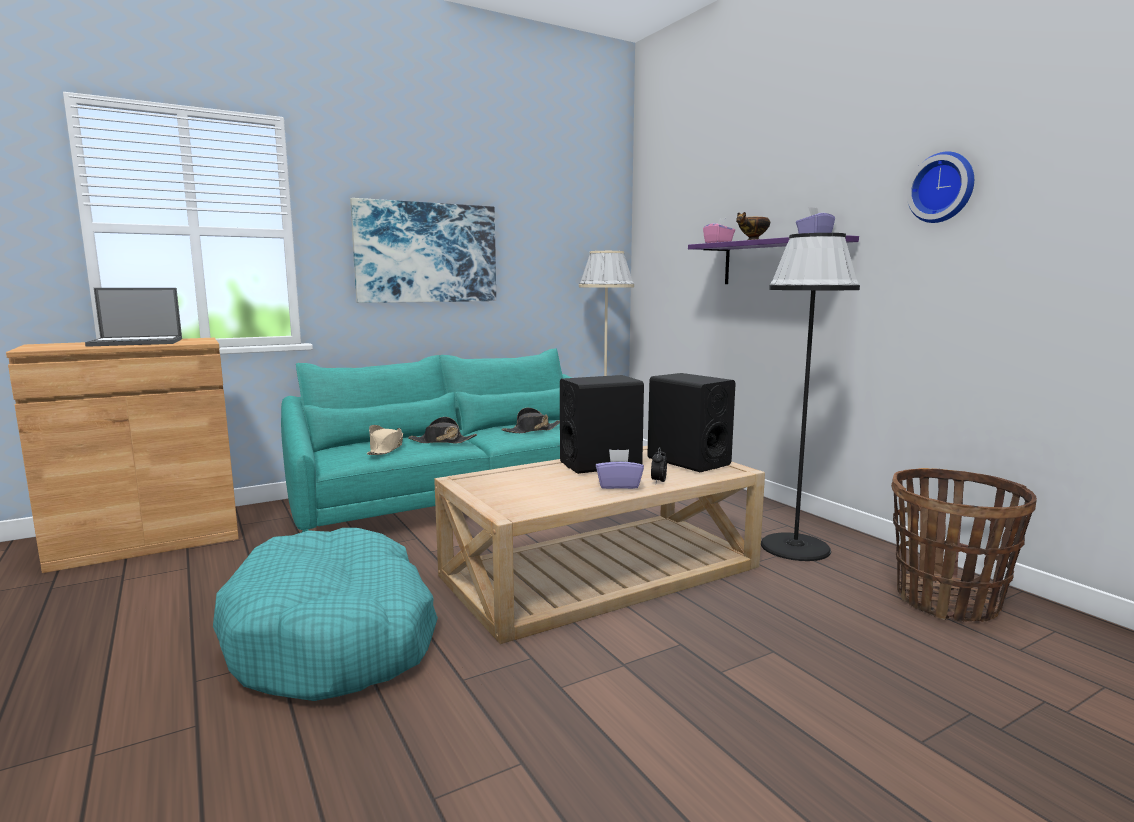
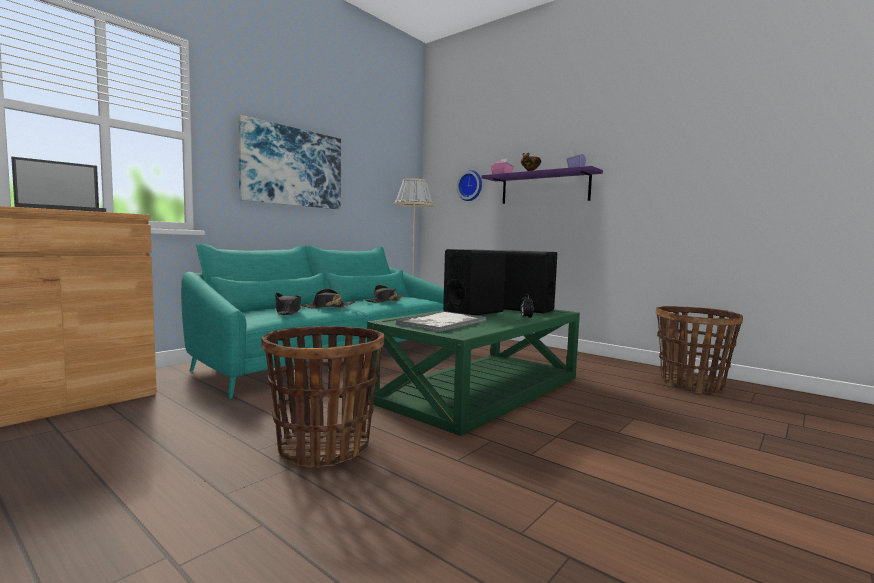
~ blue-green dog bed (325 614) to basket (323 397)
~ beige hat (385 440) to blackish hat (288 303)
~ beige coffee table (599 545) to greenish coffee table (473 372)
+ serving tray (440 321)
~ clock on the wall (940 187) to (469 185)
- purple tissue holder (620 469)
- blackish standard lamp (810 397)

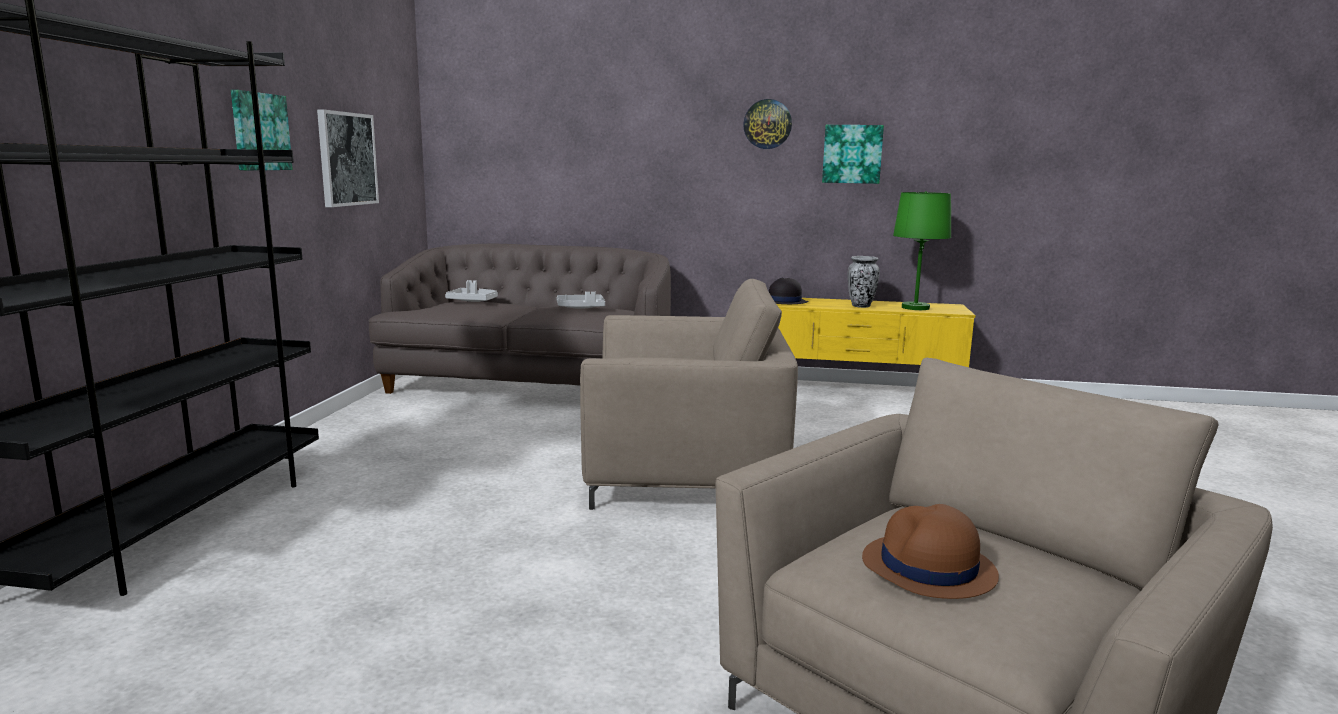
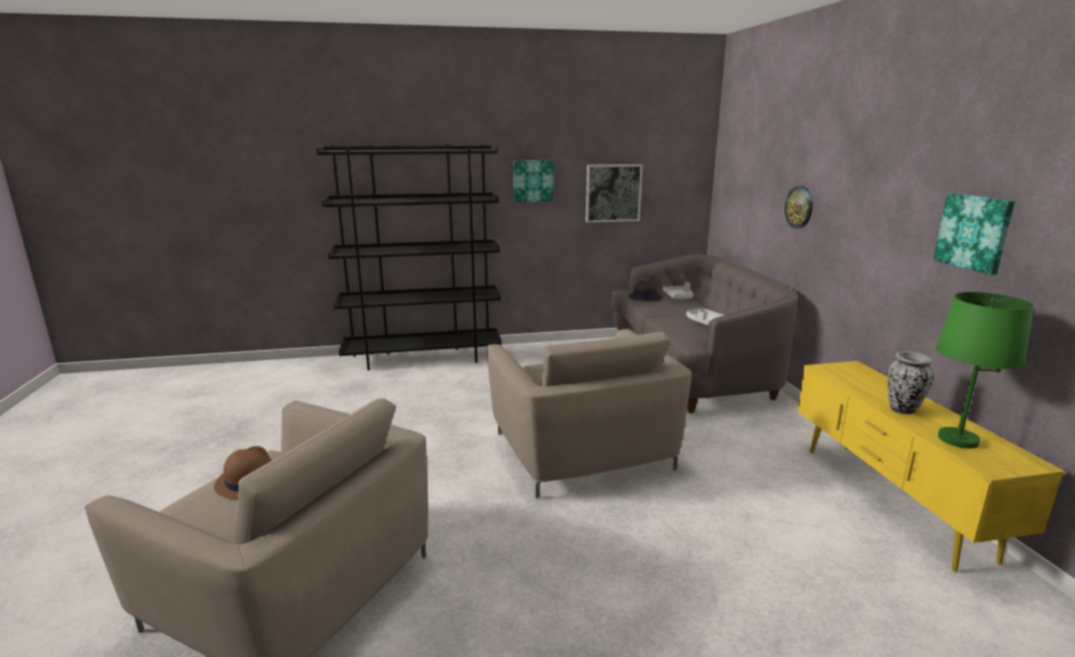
~ blackish hat (788 291) to (646 291)
~ clock on the wall (767 124) to (799 207)

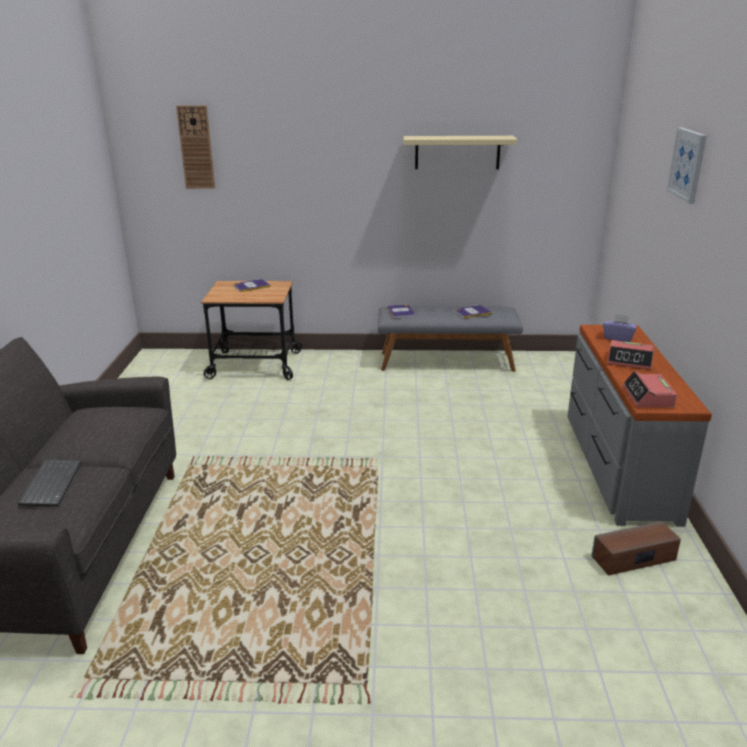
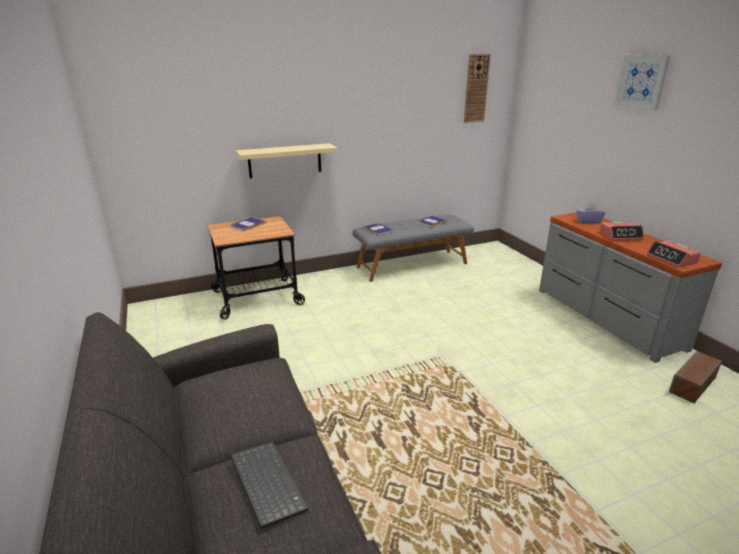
~ beige wall shelf (460 152) to (287 160)
~ clock on the wall (195 147) to (477 88)

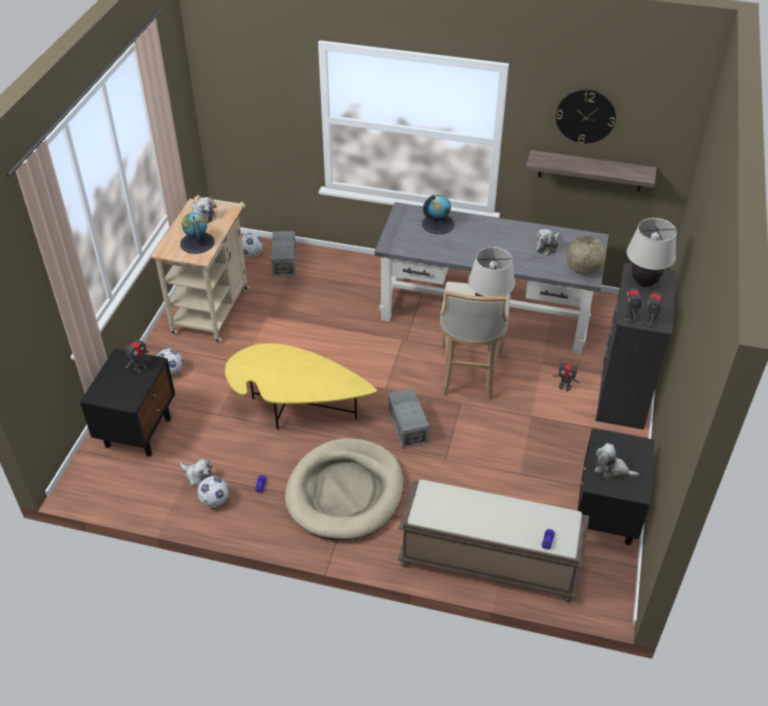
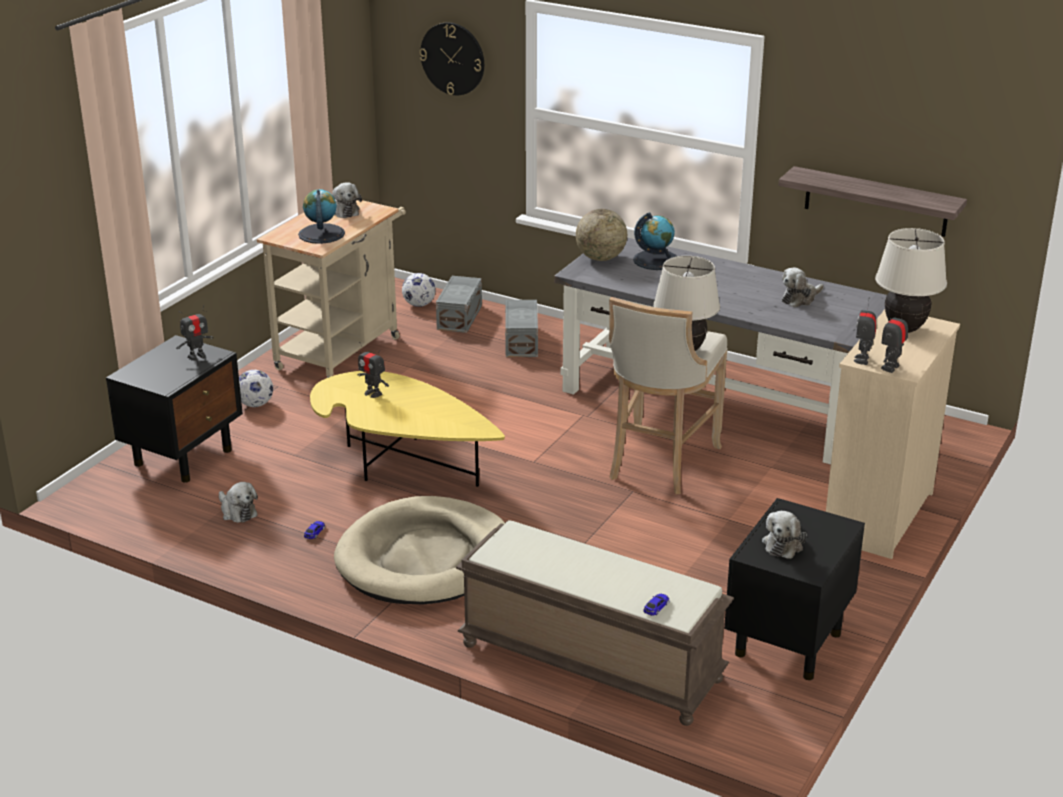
~ toy robot (566 377) to (373 370)
~ clock on the wall (586 116) to (451 58)
~ gray storage container (408 418) to (521 328)
~ globe (586 255) to (601 235)
~ cuddly toy (617 461) = (784 535) 105 degrees counterclockwise
~ blackish chest of drawers (636 346) to beige chest of drawers (893 434)
- football (213 491)

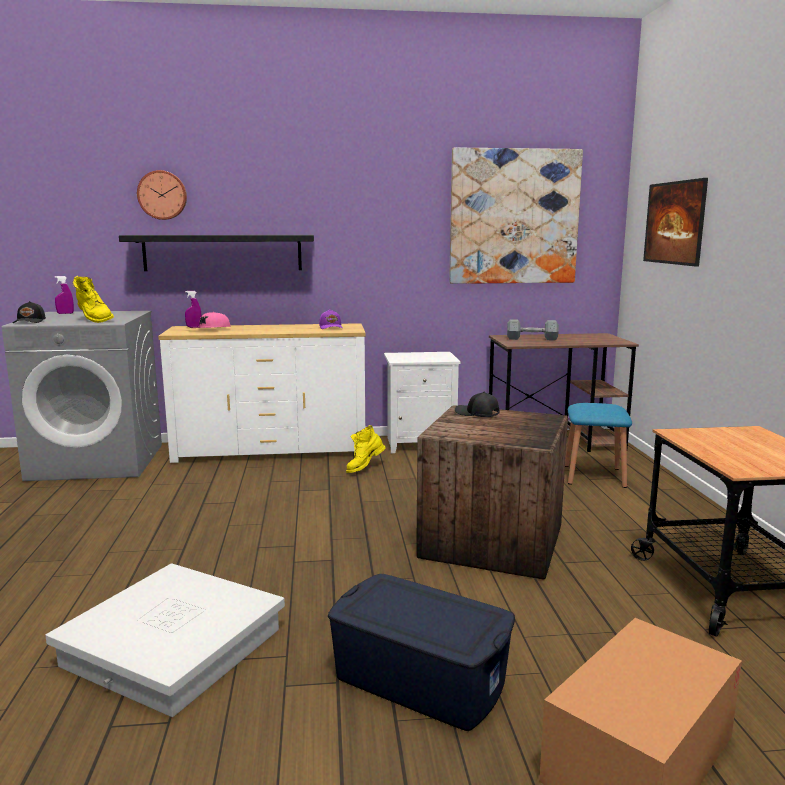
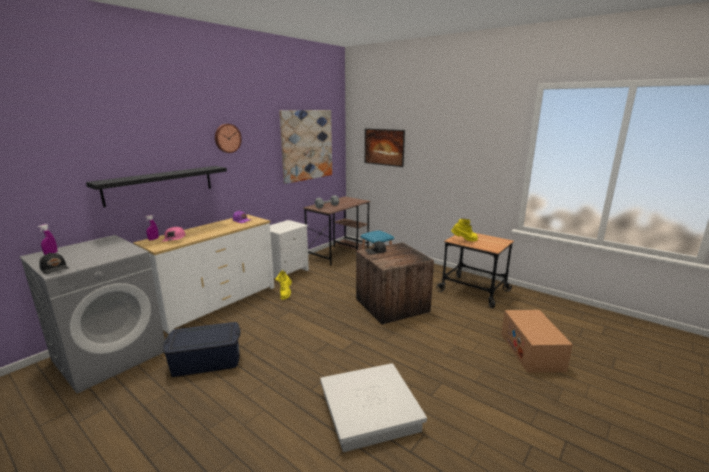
~ blue-coloured storage container (421 652) to (201 349)
~ clock on the wall (162 195) to (228 138)
~ yellow-coloured high-top boot (93 299) to (464 230)

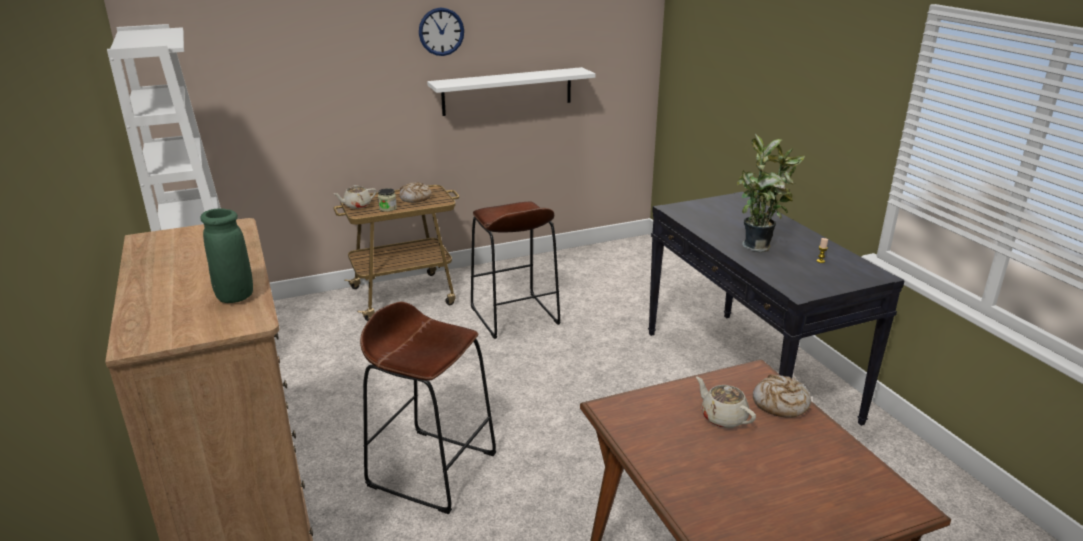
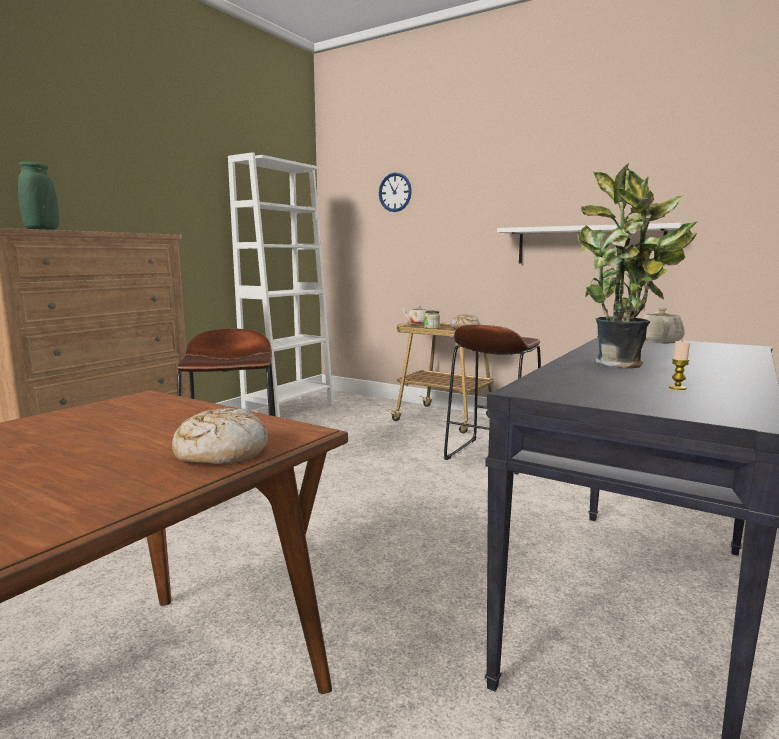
~ clock on the wall (441 31) to (395 192)
~ beige pot for tea (726 402) to (663 325)

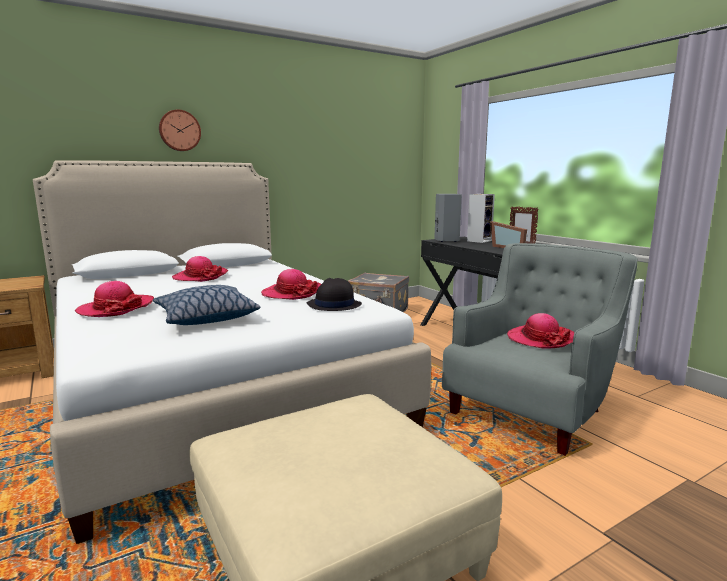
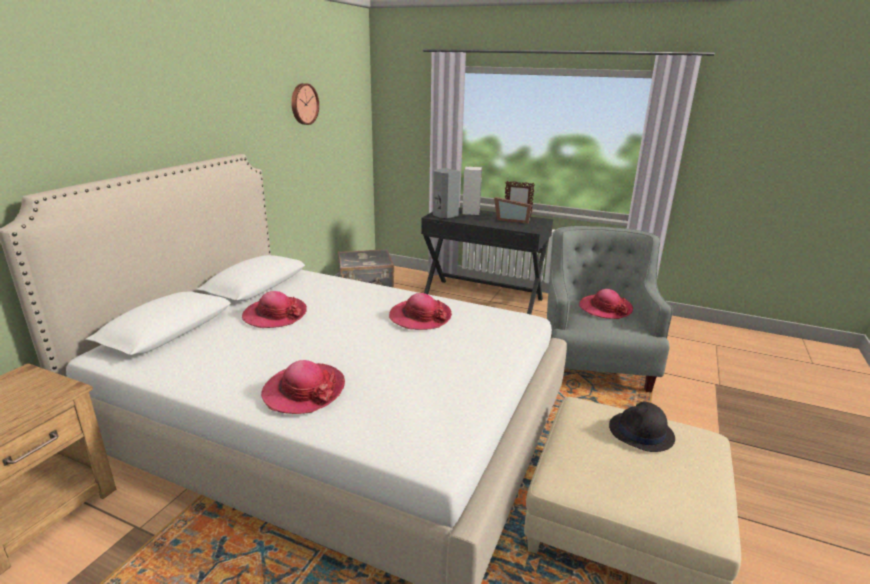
~ clock on the wall (180 130) to (305 104)
~ blackish hat (334 294) to (642 426)
- cushion (206 305)

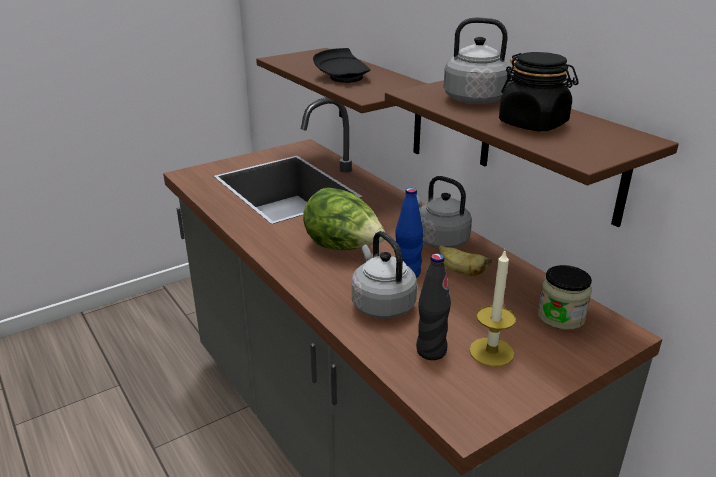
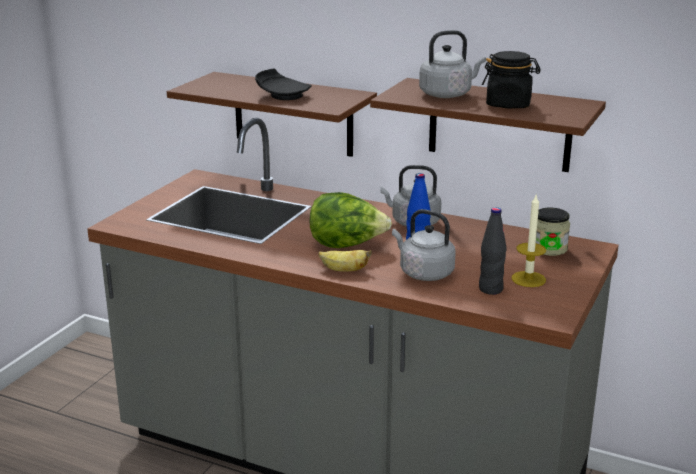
~ whole banana (465 260) to (345 261)

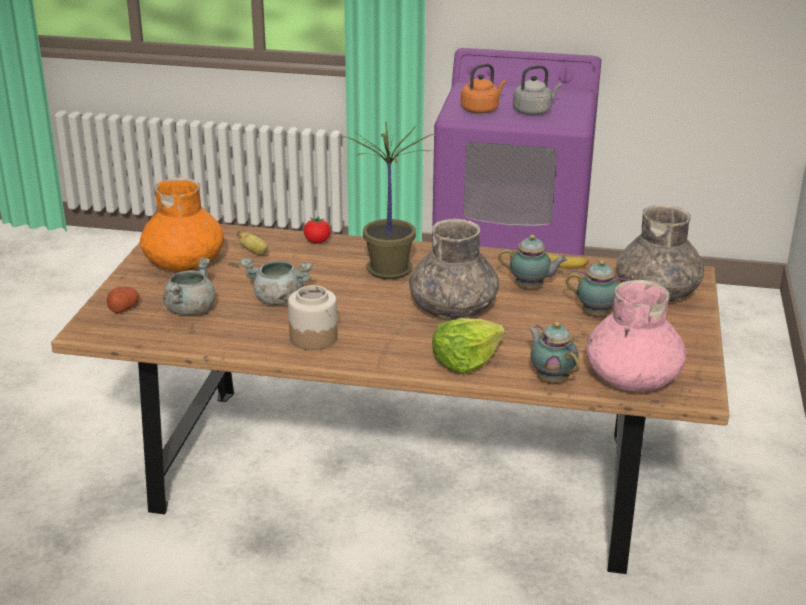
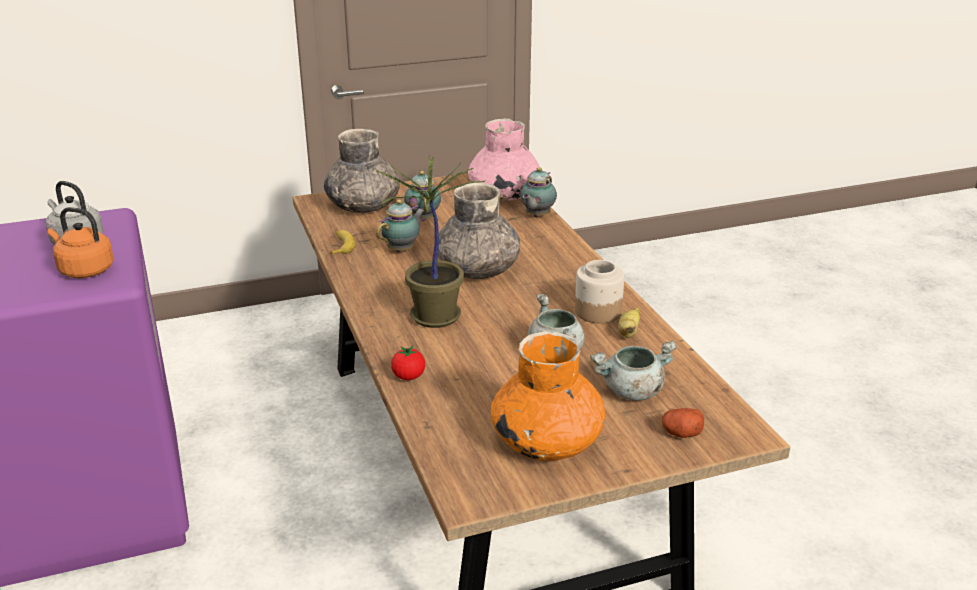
~ pot for tea (532 261) = (400 226) 60 degrees clockwise
~ whole banana (252 243) to (629 323)
- lettuce (468 346)

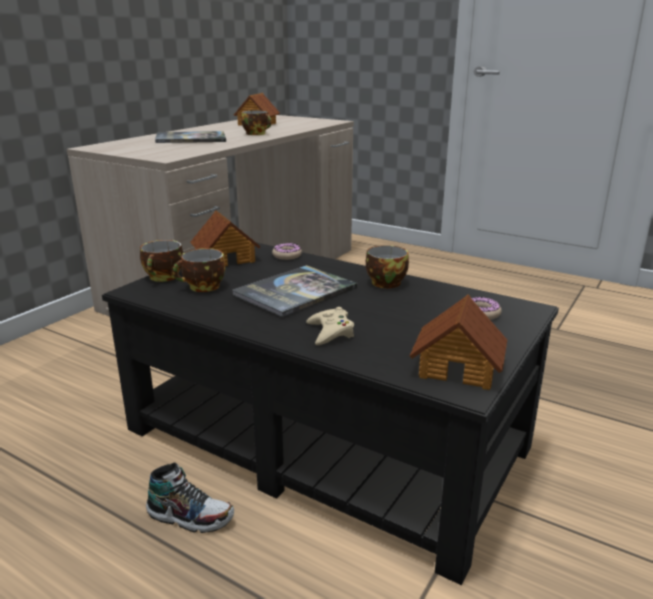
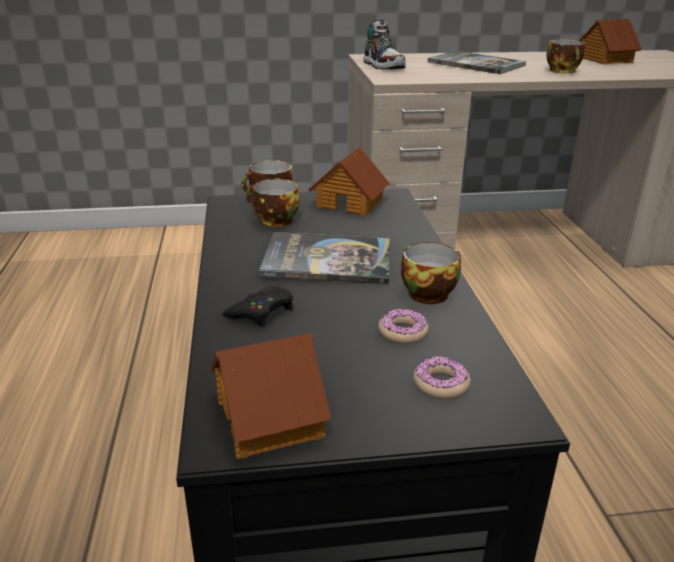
~ beige joypad (330 326) to blackish joypad (257 306)
~ shoe (190 498) to (385 45)
~ doughnut (287 251) to (403 326)

